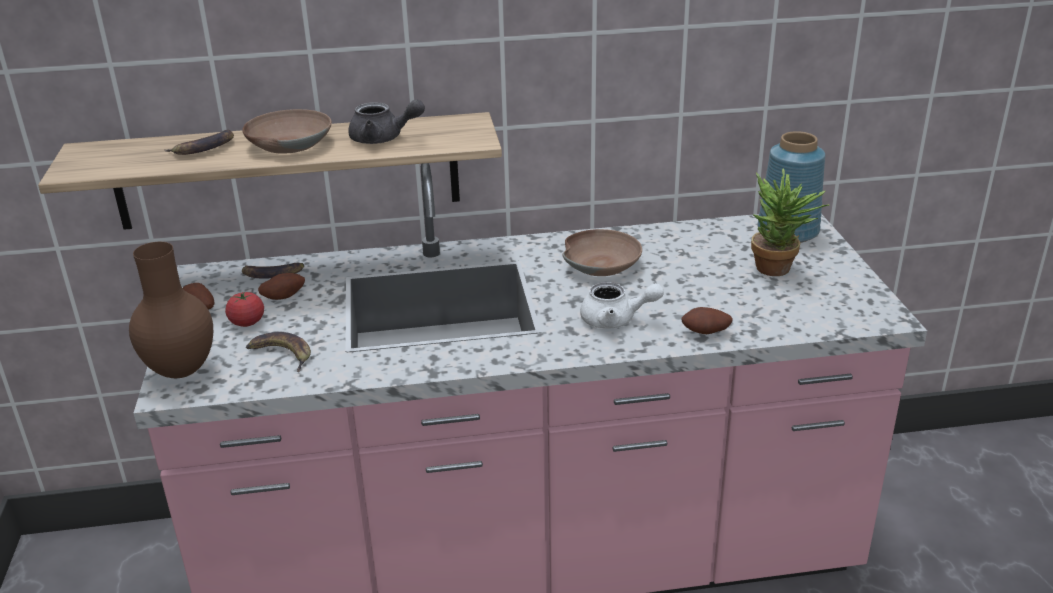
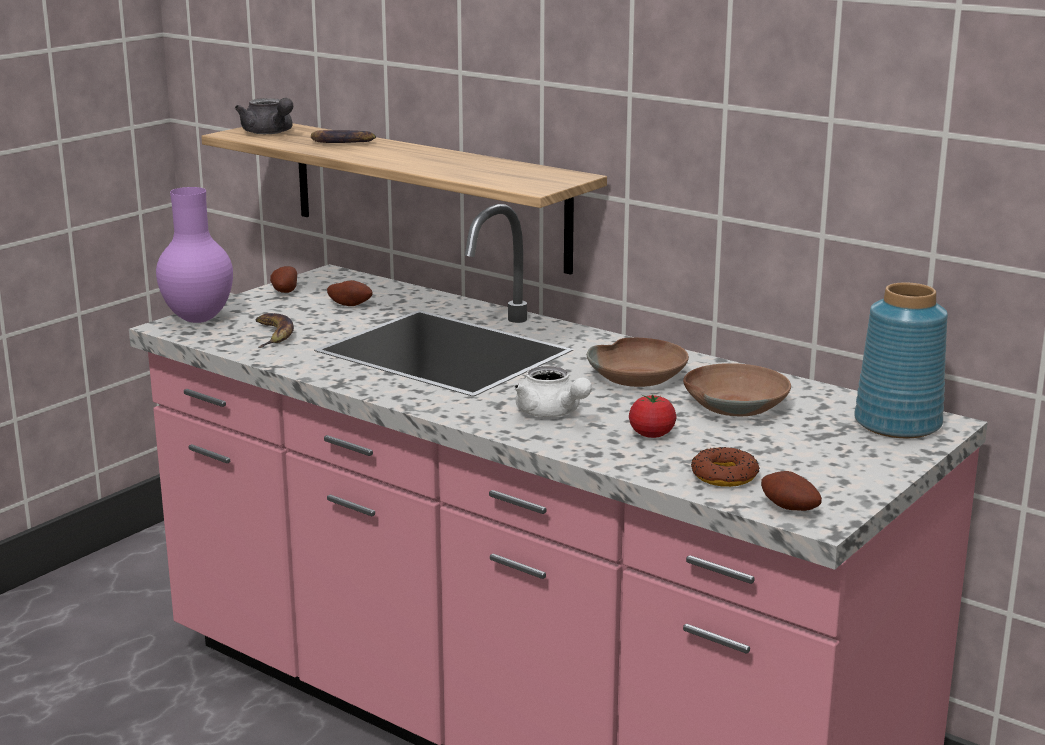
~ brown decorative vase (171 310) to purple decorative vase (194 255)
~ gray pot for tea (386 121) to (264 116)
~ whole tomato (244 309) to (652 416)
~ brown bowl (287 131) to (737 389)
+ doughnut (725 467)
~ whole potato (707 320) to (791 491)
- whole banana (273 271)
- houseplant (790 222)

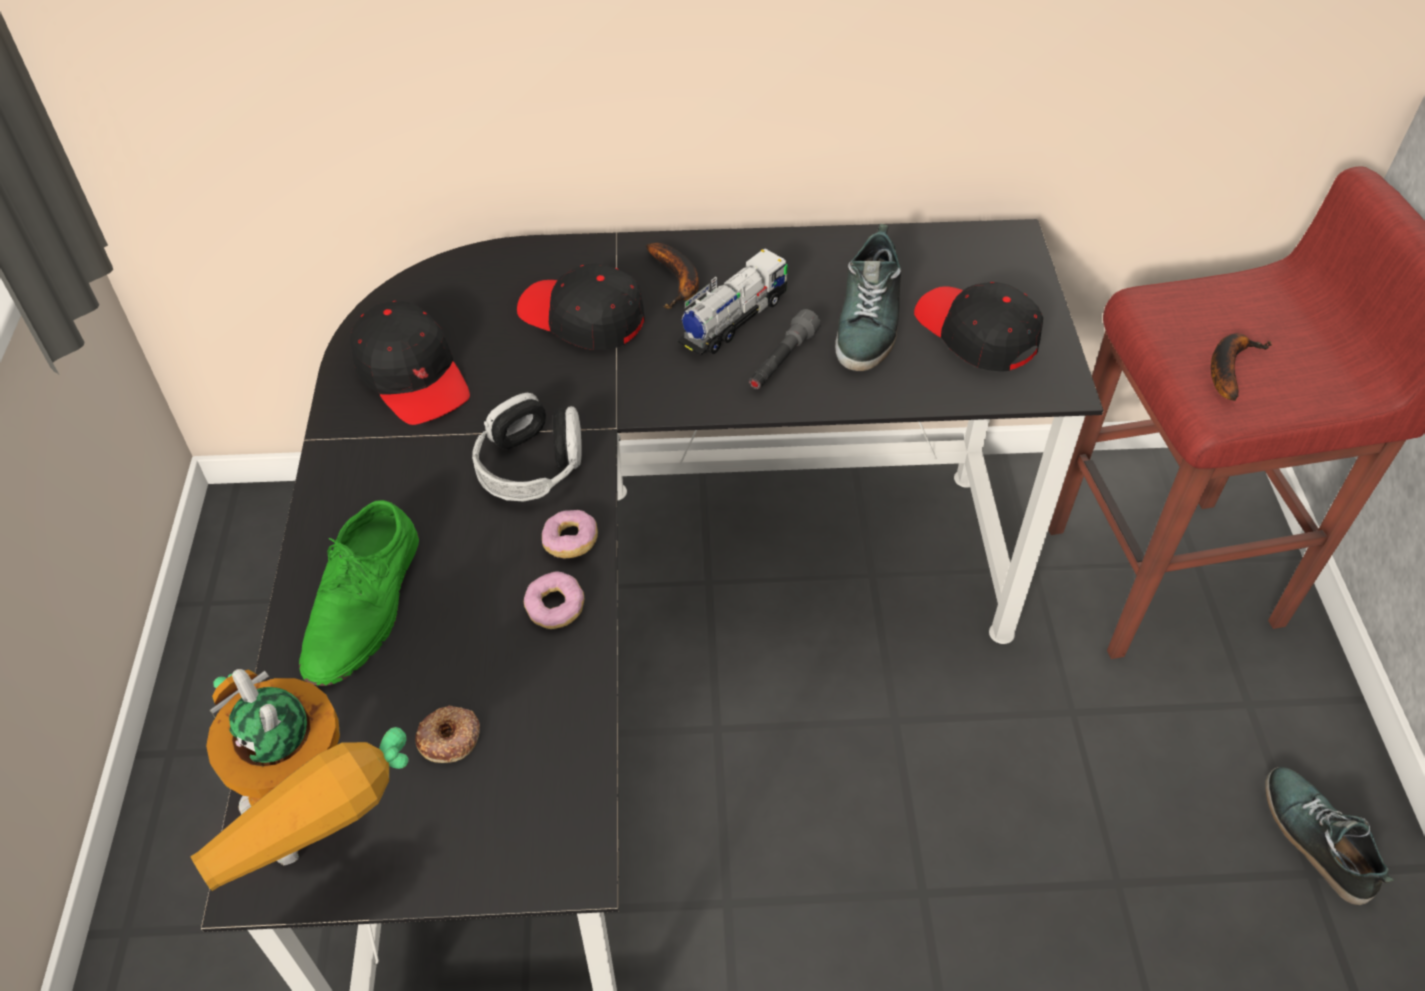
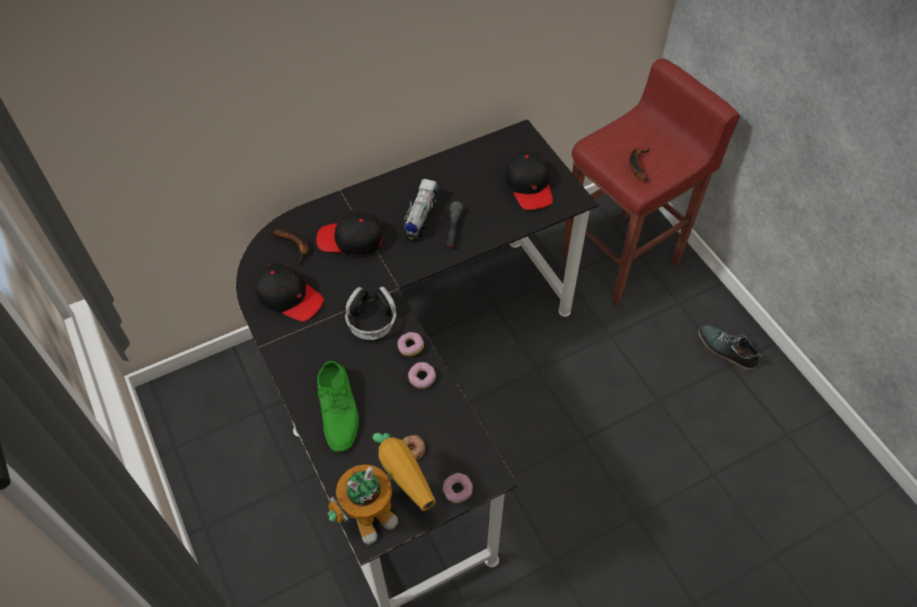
~ whole banana (672 276) to (290 246)
~ toy robot (299 780) = (382 489) 60 degrees counterclockwise
+ doughnut (458 488)
~ blackish baseball cap (978 327) = (529 180) 135 degrees counterclockwise
- shoe (868 297)

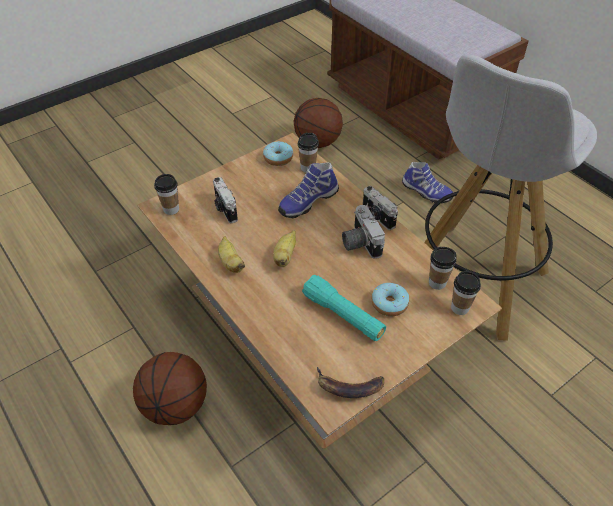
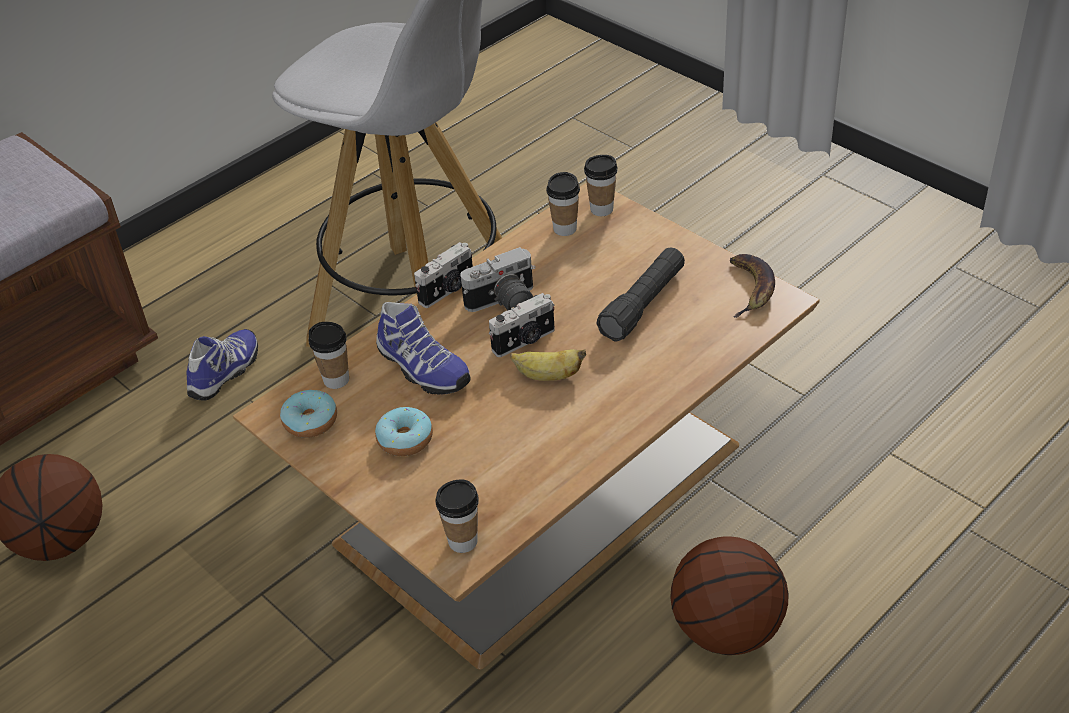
~ doughnut (390 299) to (404 431)
~ still camera (225 200) to (522 325)
~ blue-green flashlight (344 308) to blackish flashlight (640 294)
- whole banana (231 254)

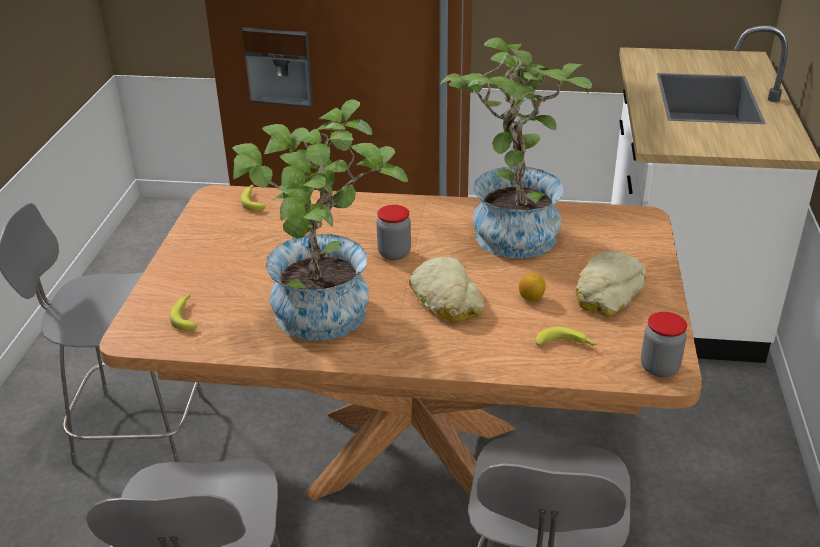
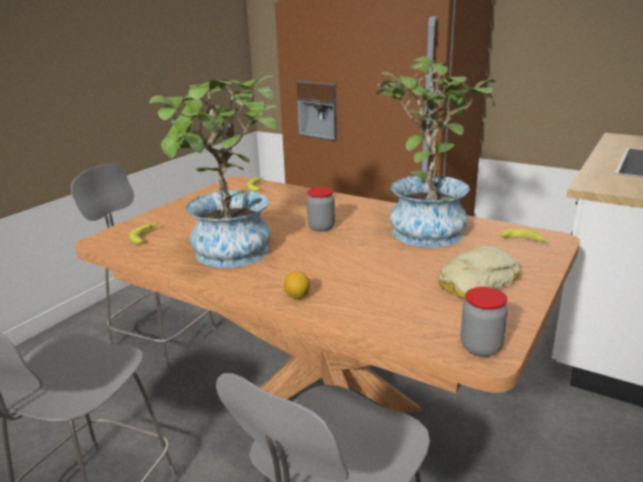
~ citrus fruit (532 287) to (297 285)
~ whole banana (566 336) to (525 235)
- baked bread (446 289)

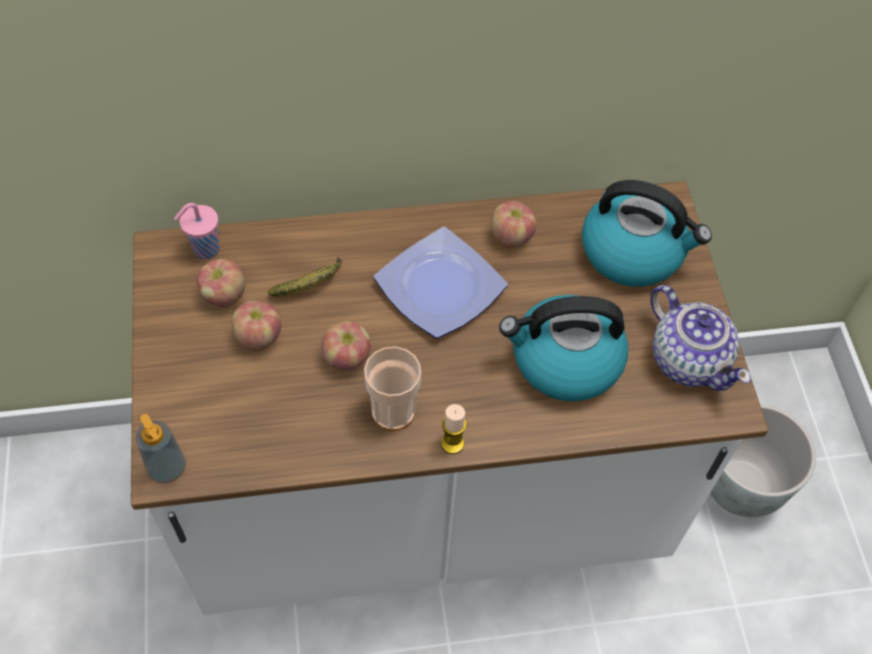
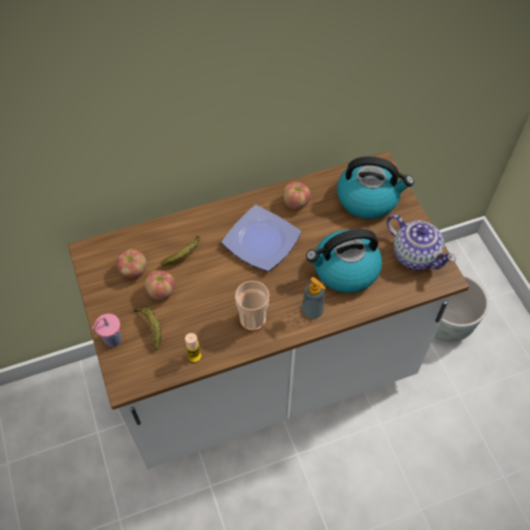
~ pink-coloured cup (196 231) to (107 330)
+ whole banana (148 329)
~ wax light (453 429) to (193 348)
~ soap dispenser (160 448) to (313 298)
- apple fruit (346 346)

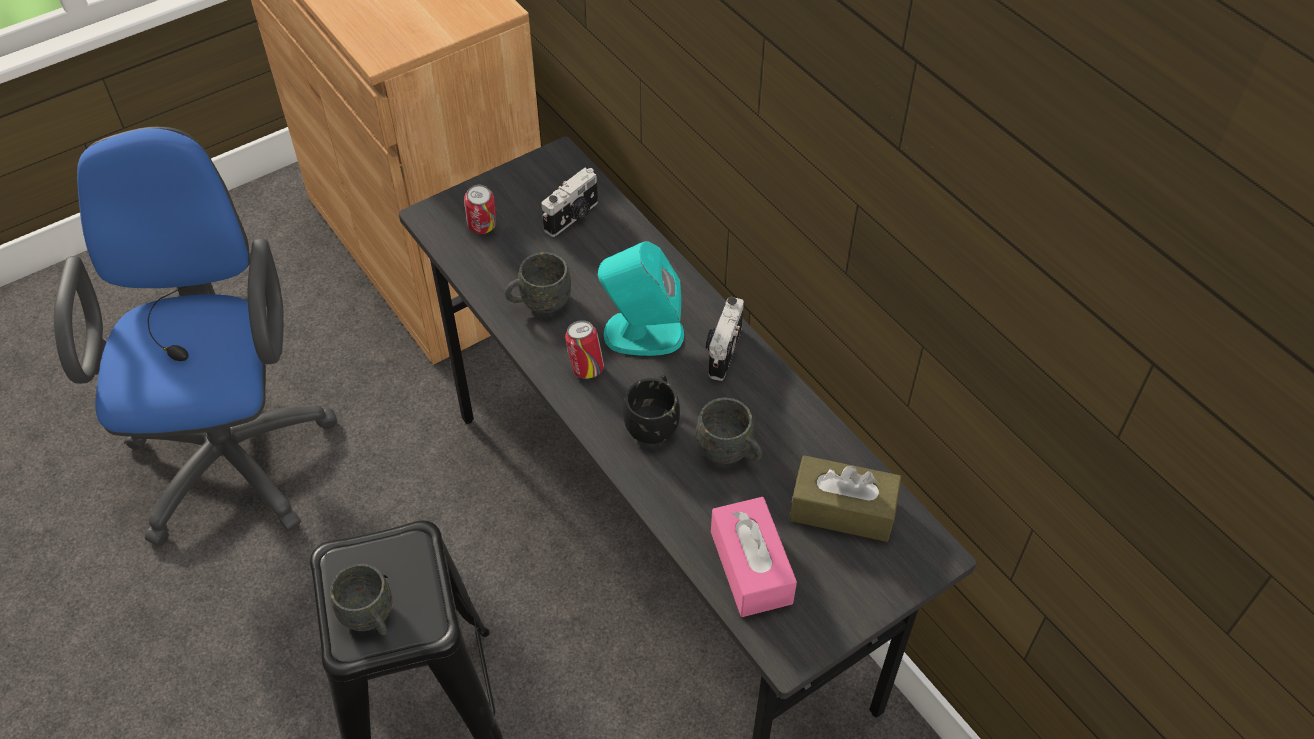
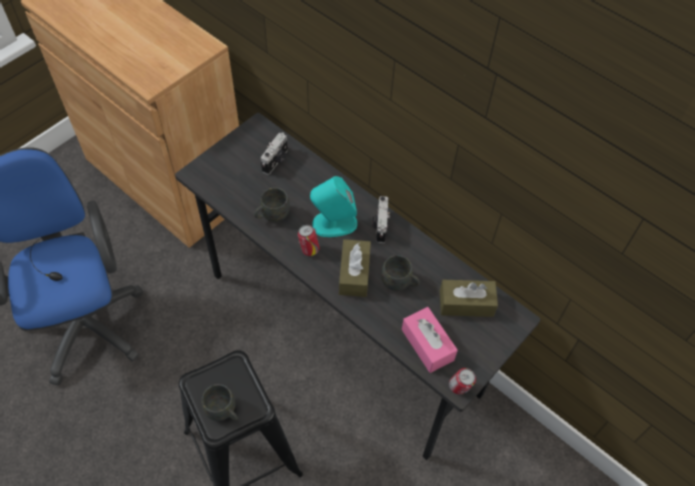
~ blackish tea mug (651 409) to brown tissue holder (355 268)
~ metal can (480 209) to (462 381)

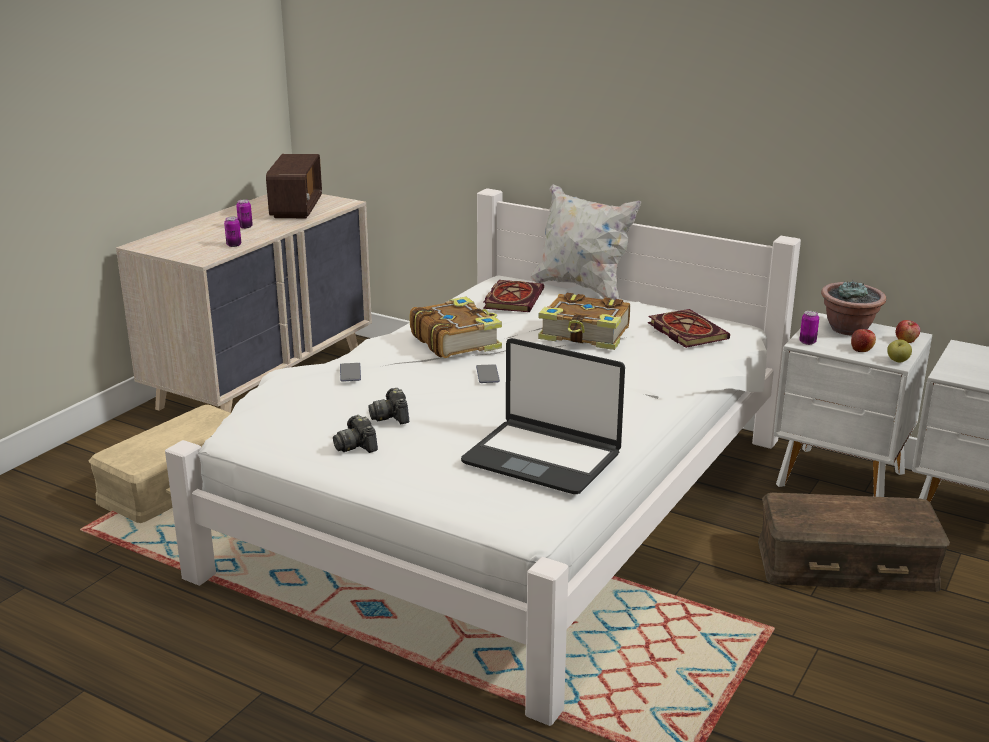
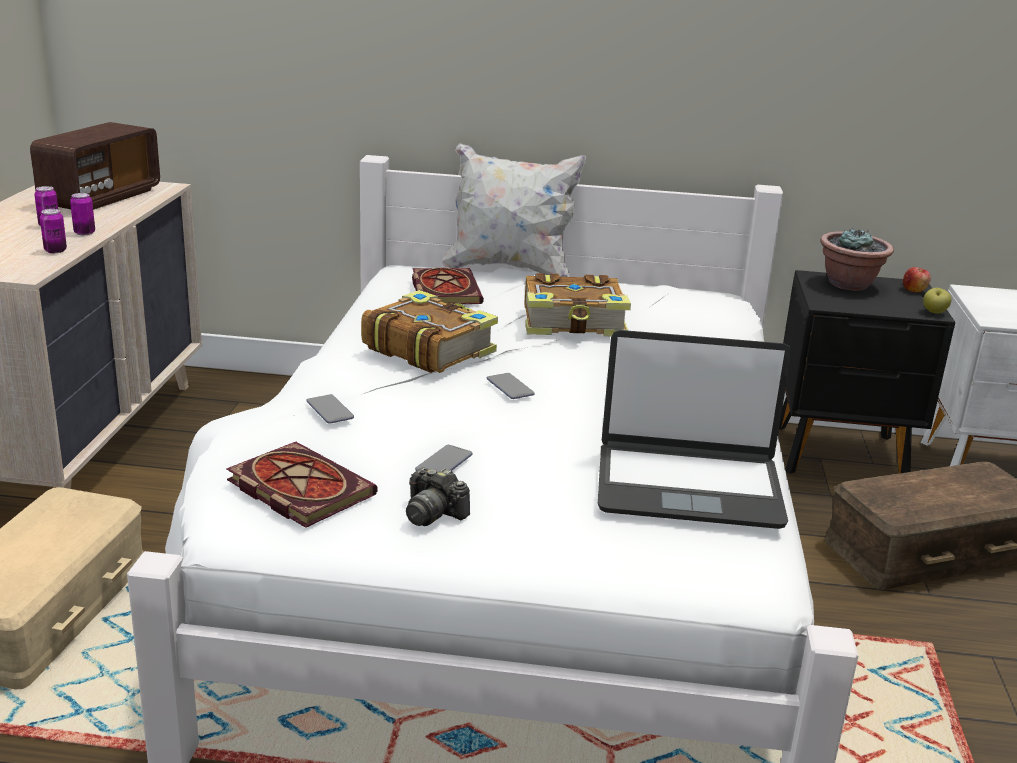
~ radio set (294 186) = (95 166) 45 degrees clockwise
~ metal can (809 328) to (82 214)
~ volume (689 328) to (301 485)
~ still camera (388 406) to telephone (443 458)
~ white night table (853 405) to blackish night table (867 372)
- apple fruit (863 340)

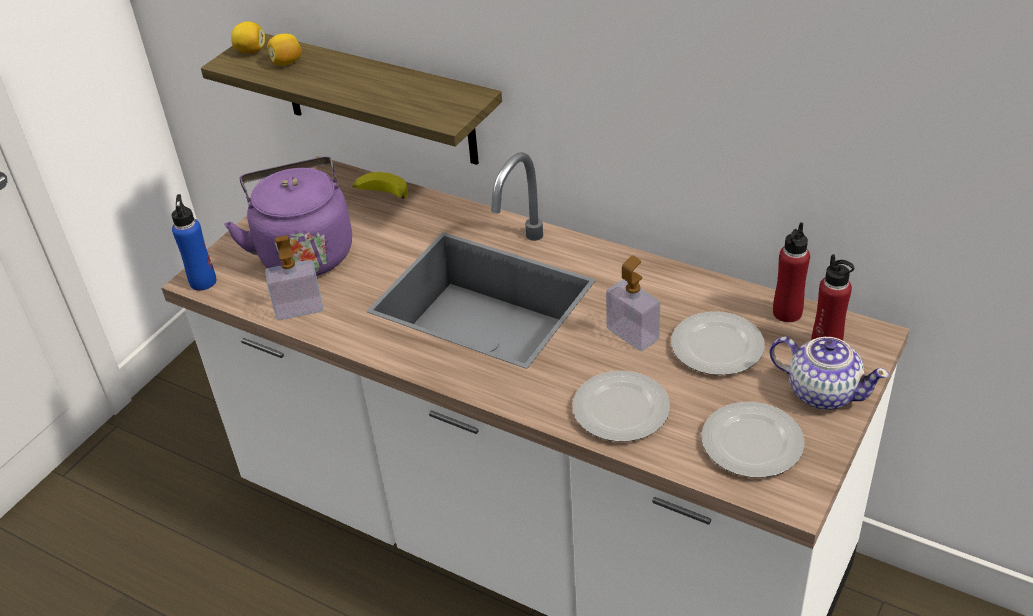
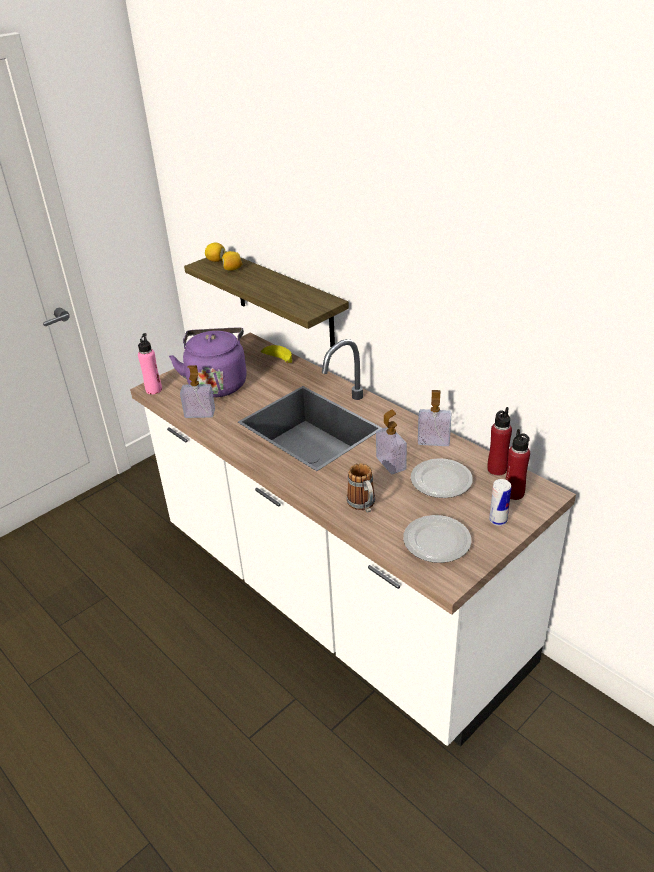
~ blue-coloured bottle (194 242) to pink-coloured bottle (150 363)
~ plate (621 406) to tea mug (361 488)
+ soap dispenser (434 418)
~ pot for tea (829 373) to metal can (500 502)

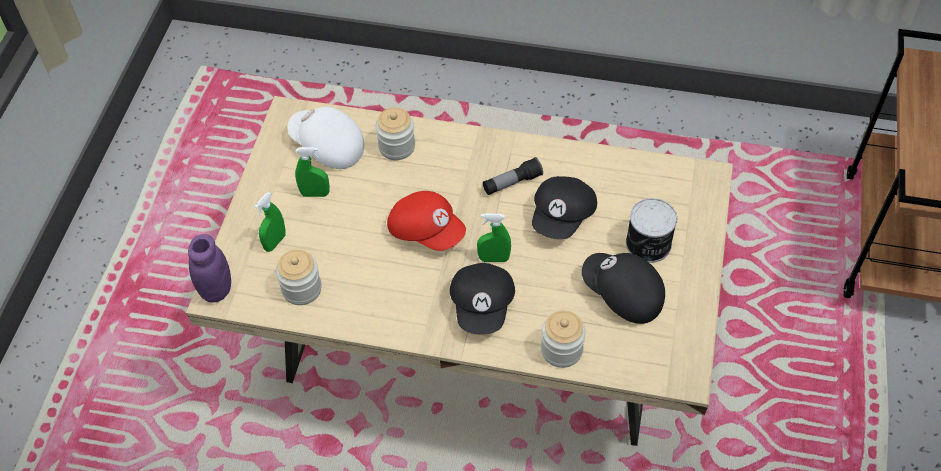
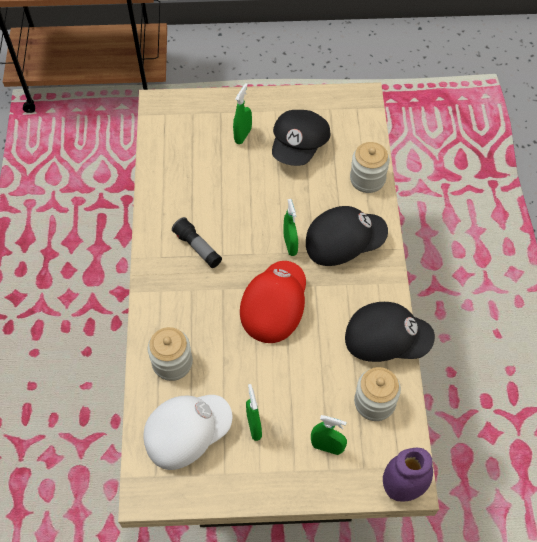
~ white baseball cap (325 138) = (188 432) 135 degrees counterclockwise
~ metal can (651 230) to greenish hand sprayer (242 113)
~ blackish baseball cap (564 207) to (390 332)

